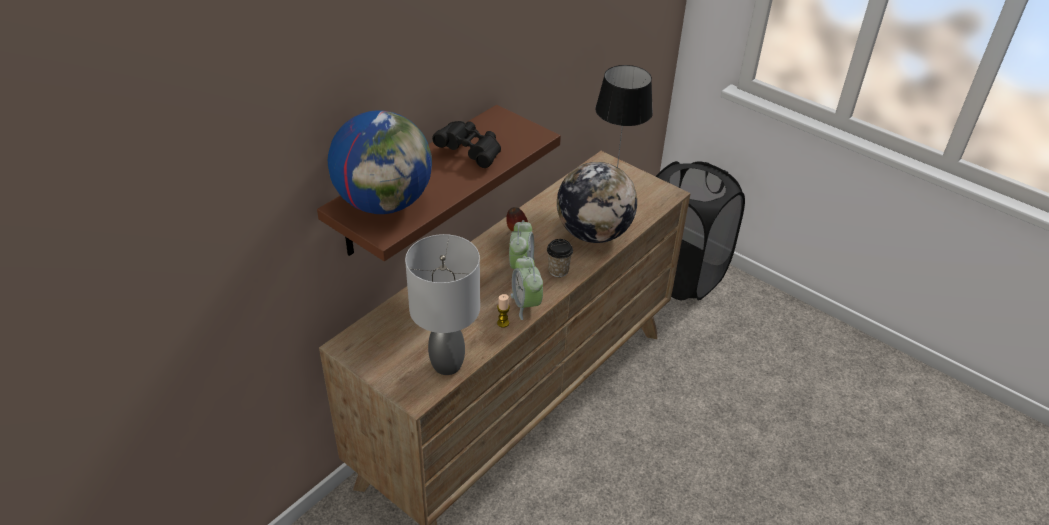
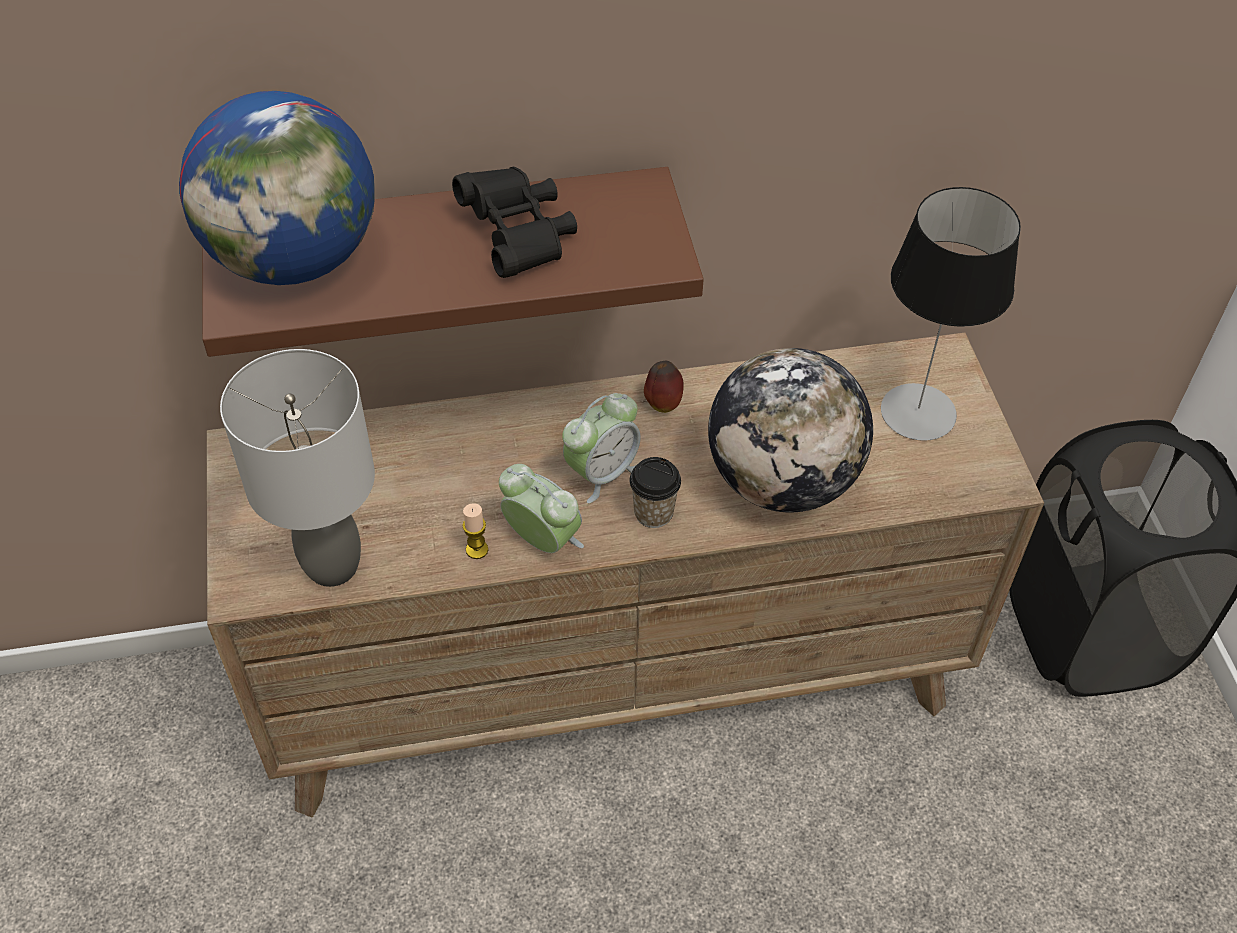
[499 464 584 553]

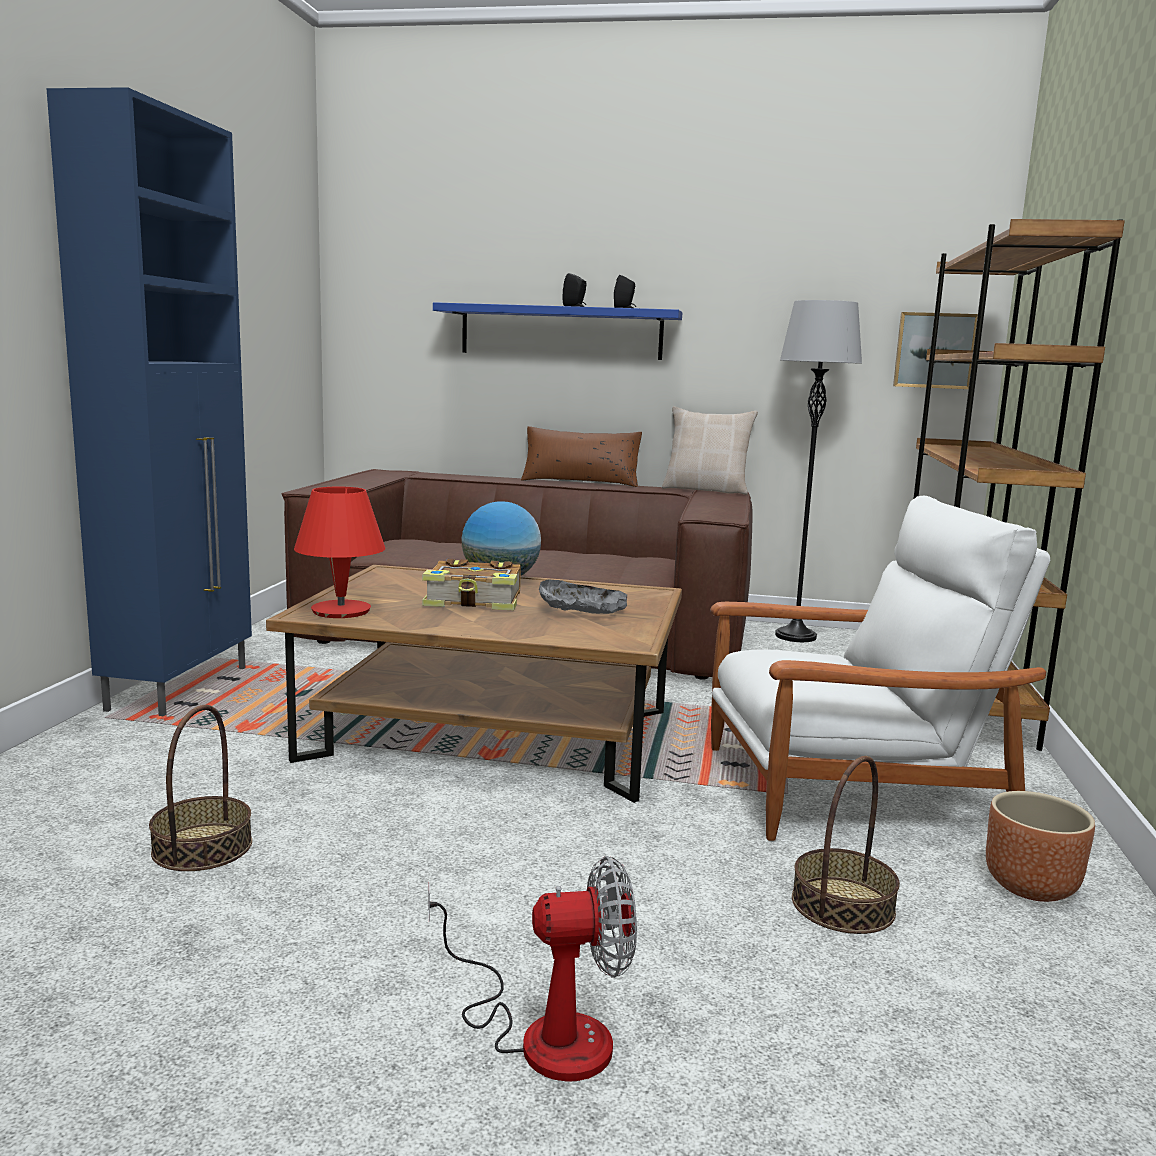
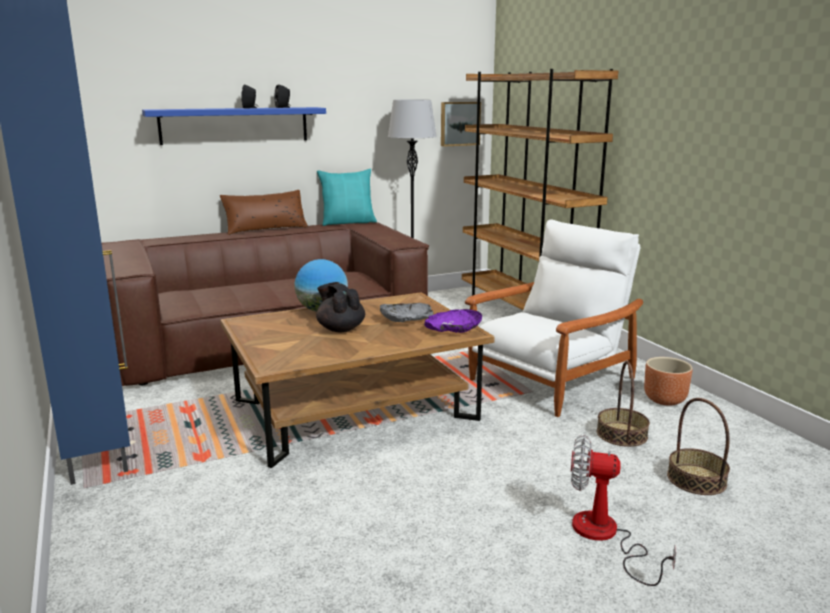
[294 487 385 618] (first image)
[424 309 482 333]
[667 398 730 495]
[316 282 365 332]
[317 169 377 226]
[571 435 676 586]

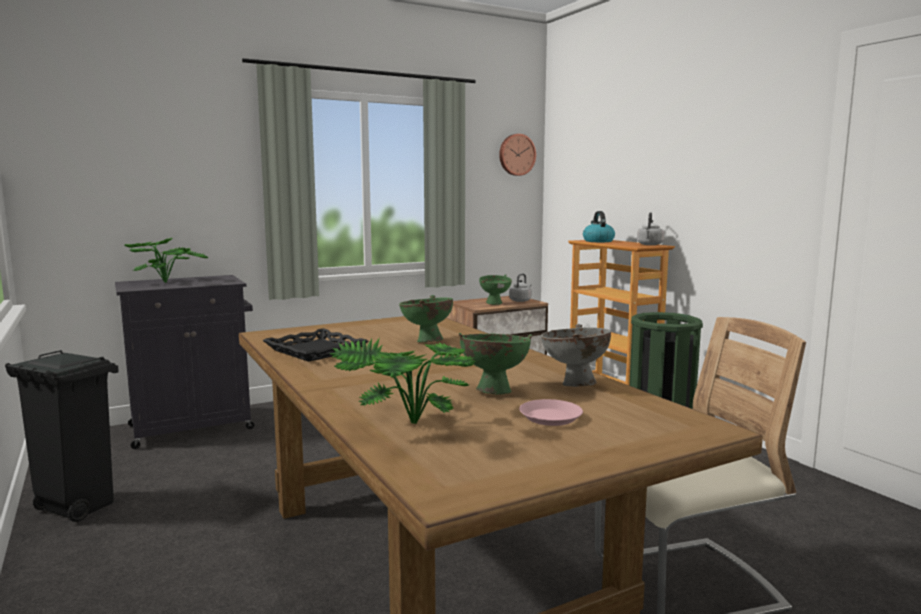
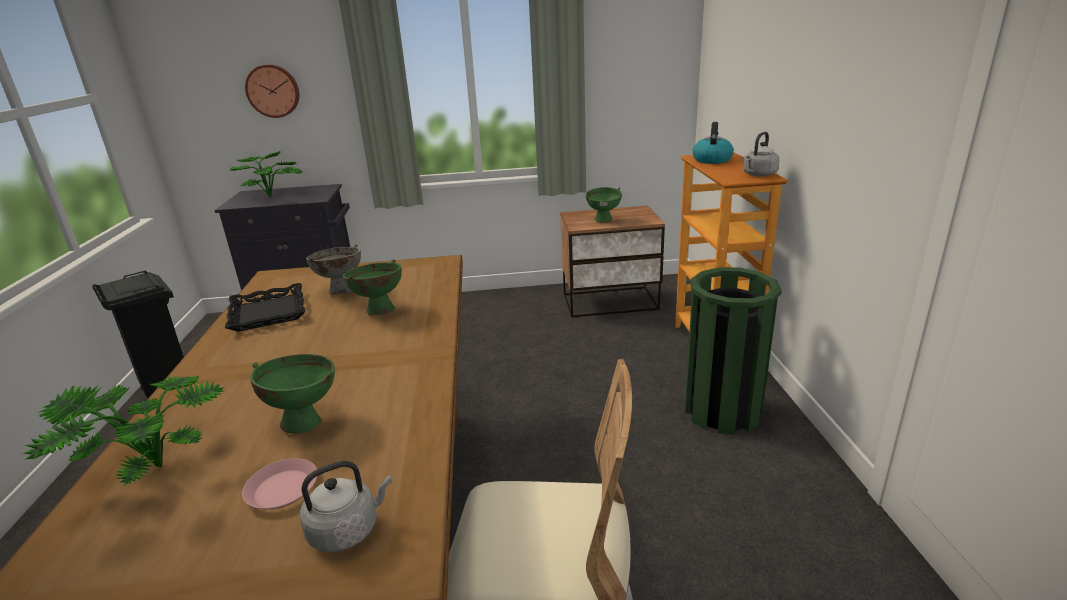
[245 64 299 118]
[300 461 392 552]
[306 244 361 295]

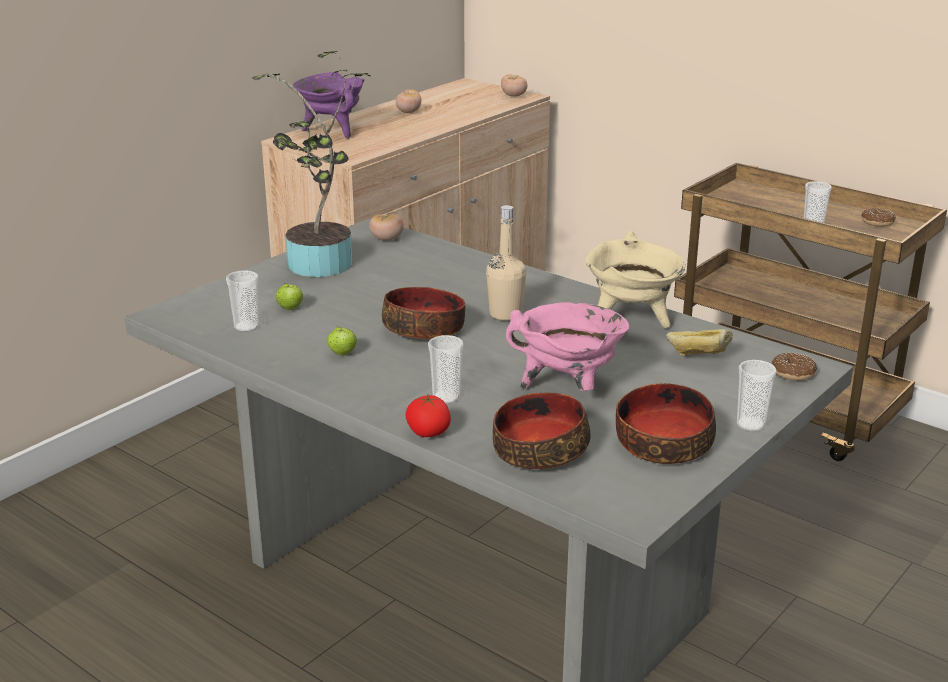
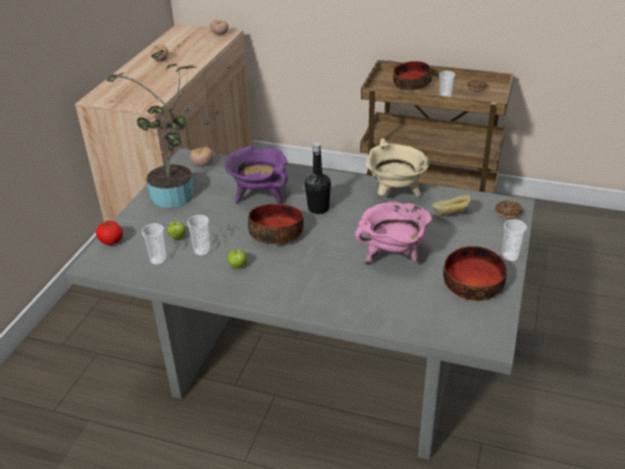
[224 146 288 204]
[96 221 123 245]
[187 215 211 256]
[393 61 432 90]
[305 142 331 214]

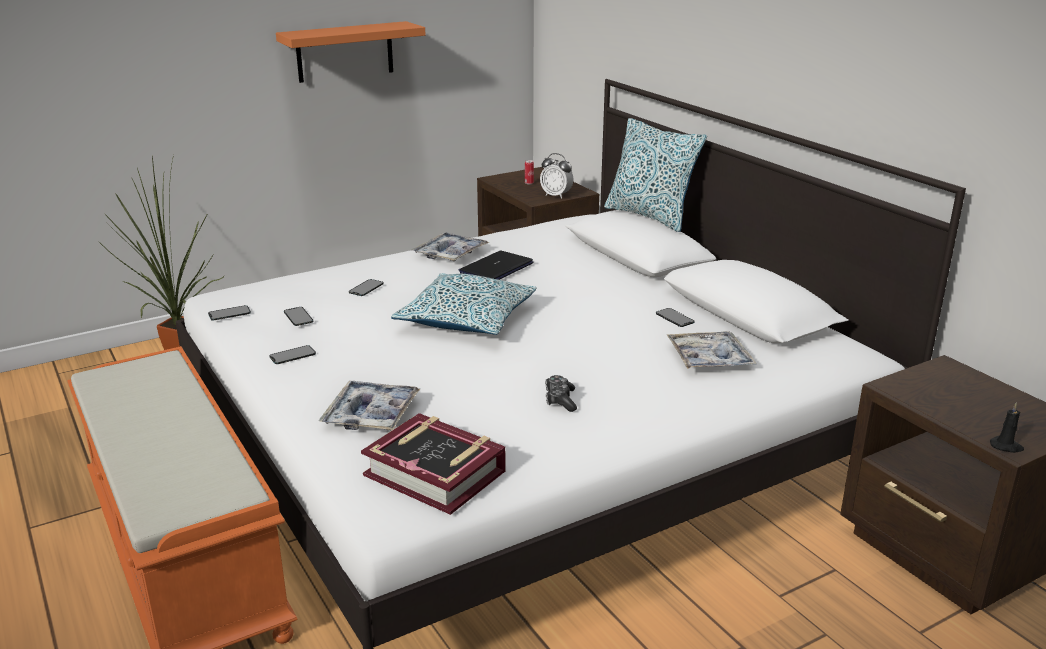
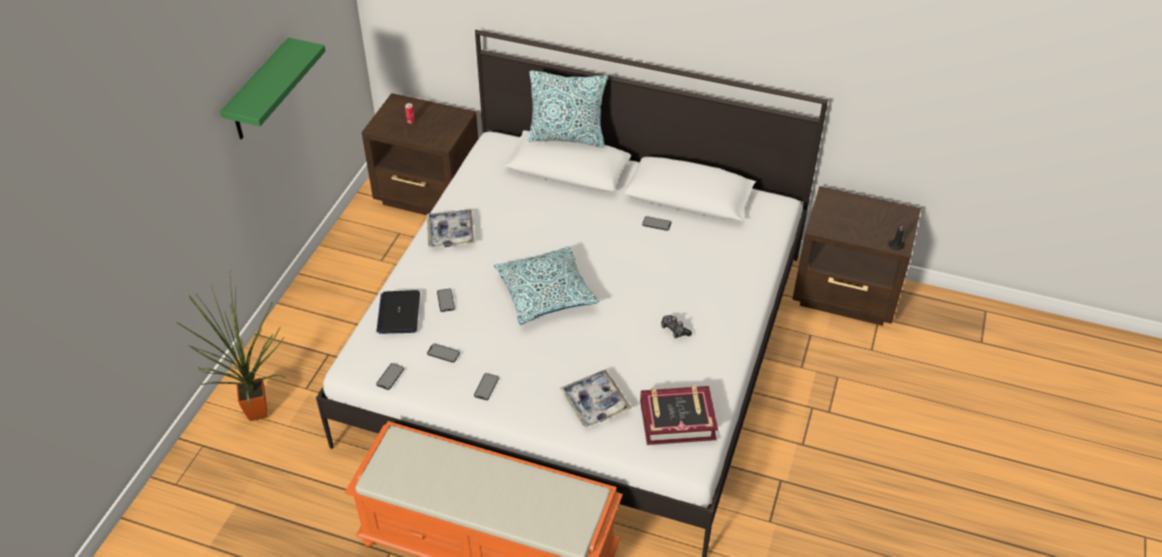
[540 153 574 199] (first image)
[667 331 757 369] (first image)
[376 290 420 334]
[220 38 326 139]

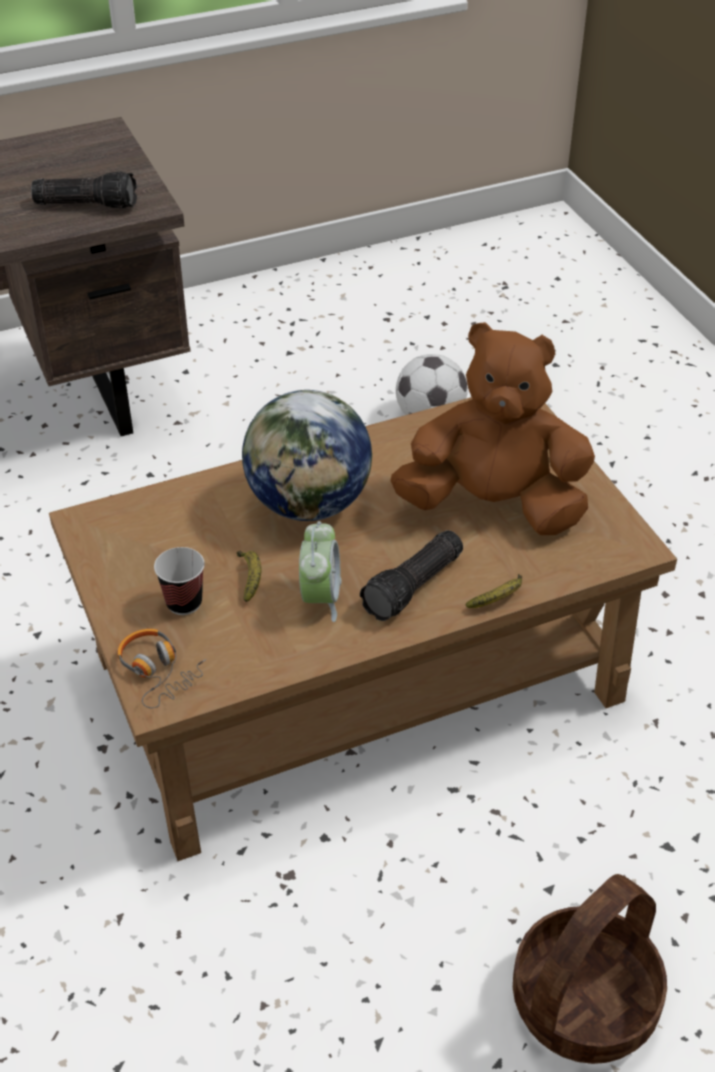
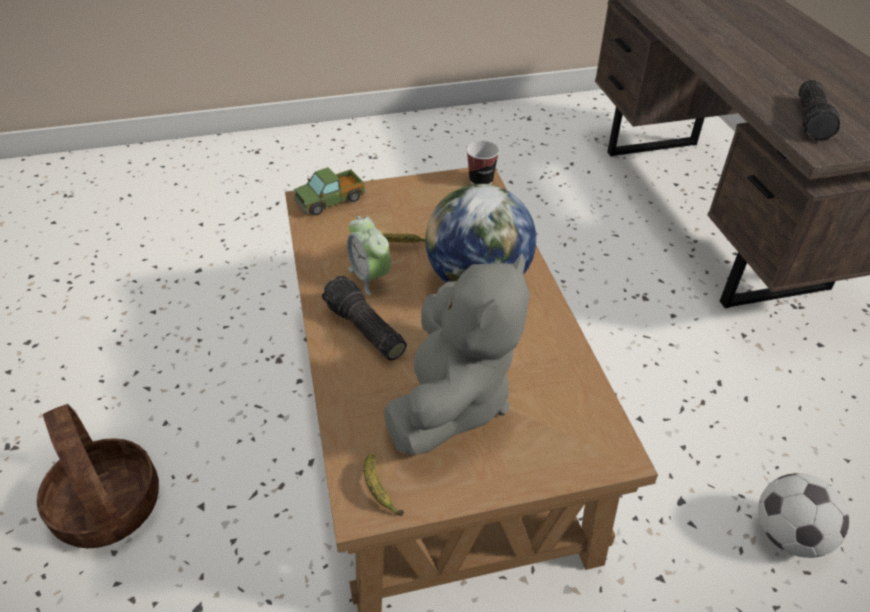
[466 141 500 184]
[363 454 404 516]
[294 167 366 215]
[384 254 529 455]
[347 216 391 296]

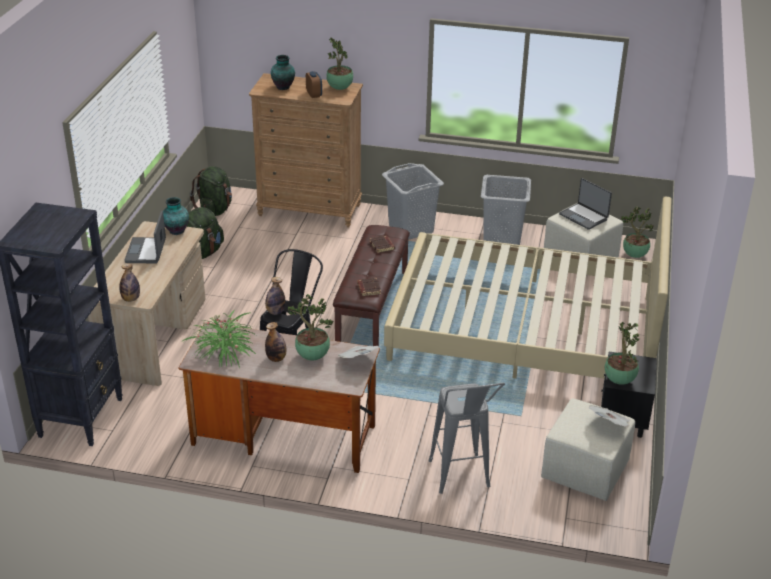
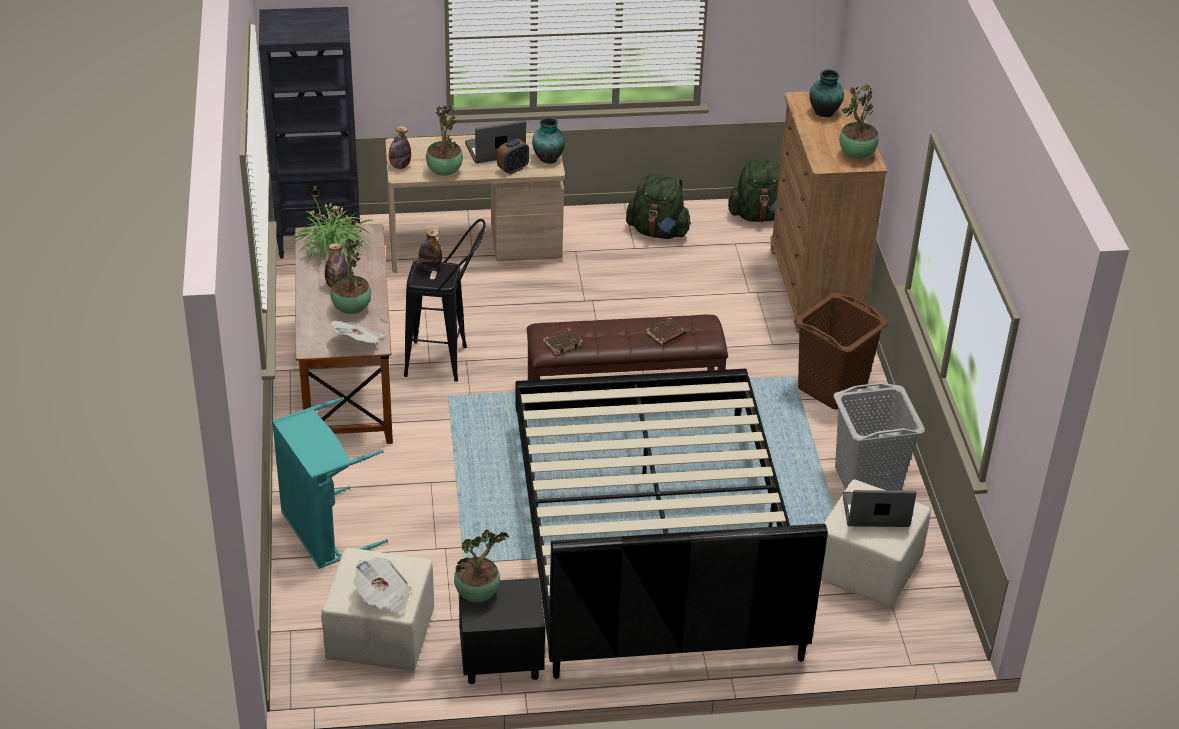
[497 138 529 175]
[426 105 463 176]
[272 397 388 569]
[794 293 889 410]
[515 369 828 679]
[843 490 916 527]

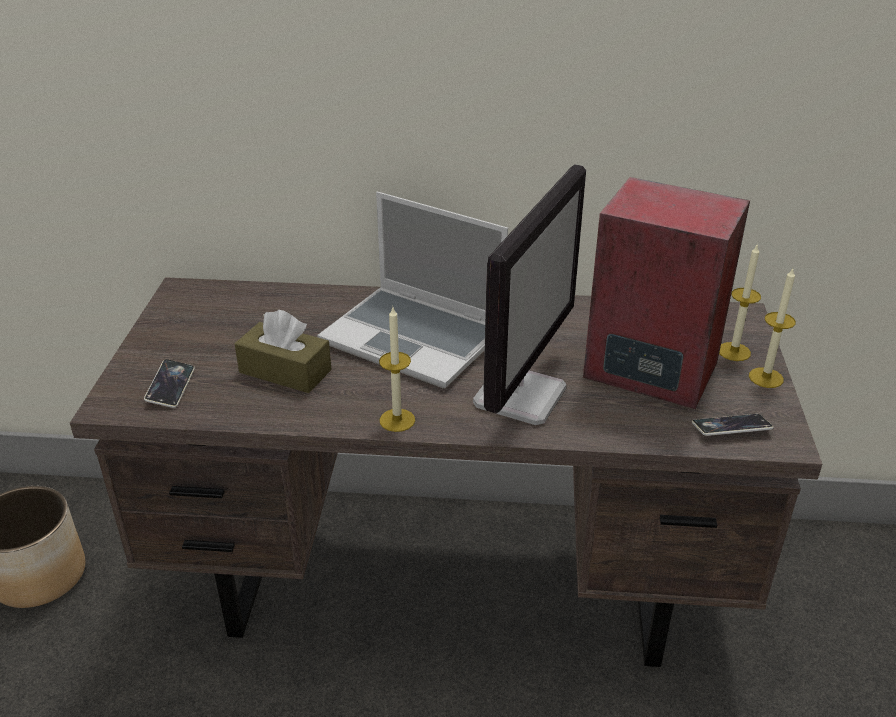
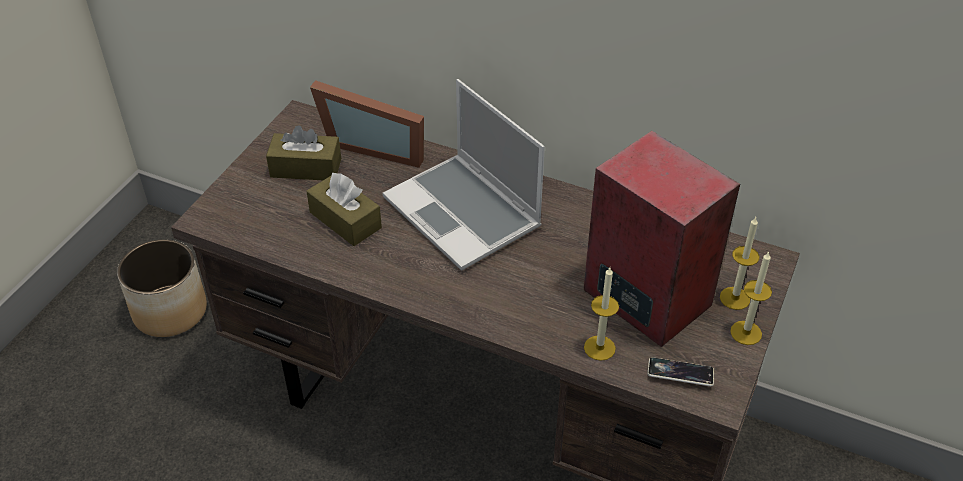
[144 359 195 408] (first image)
[473 164 586 425] (first image)
[266 125 341 180]
[310 80 424 168]
[584 267 619 361]

